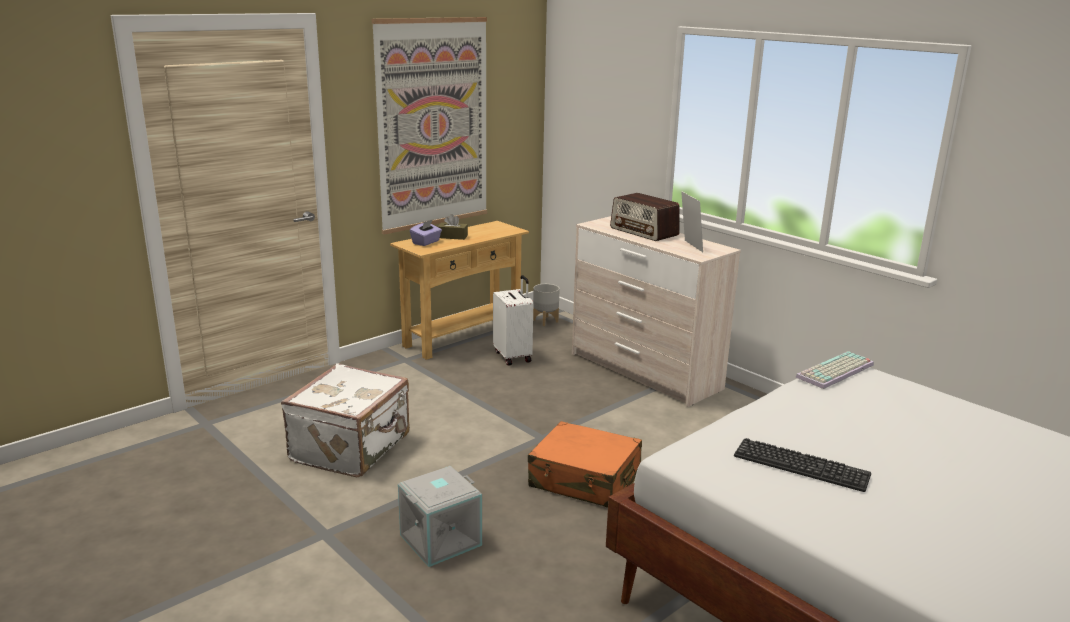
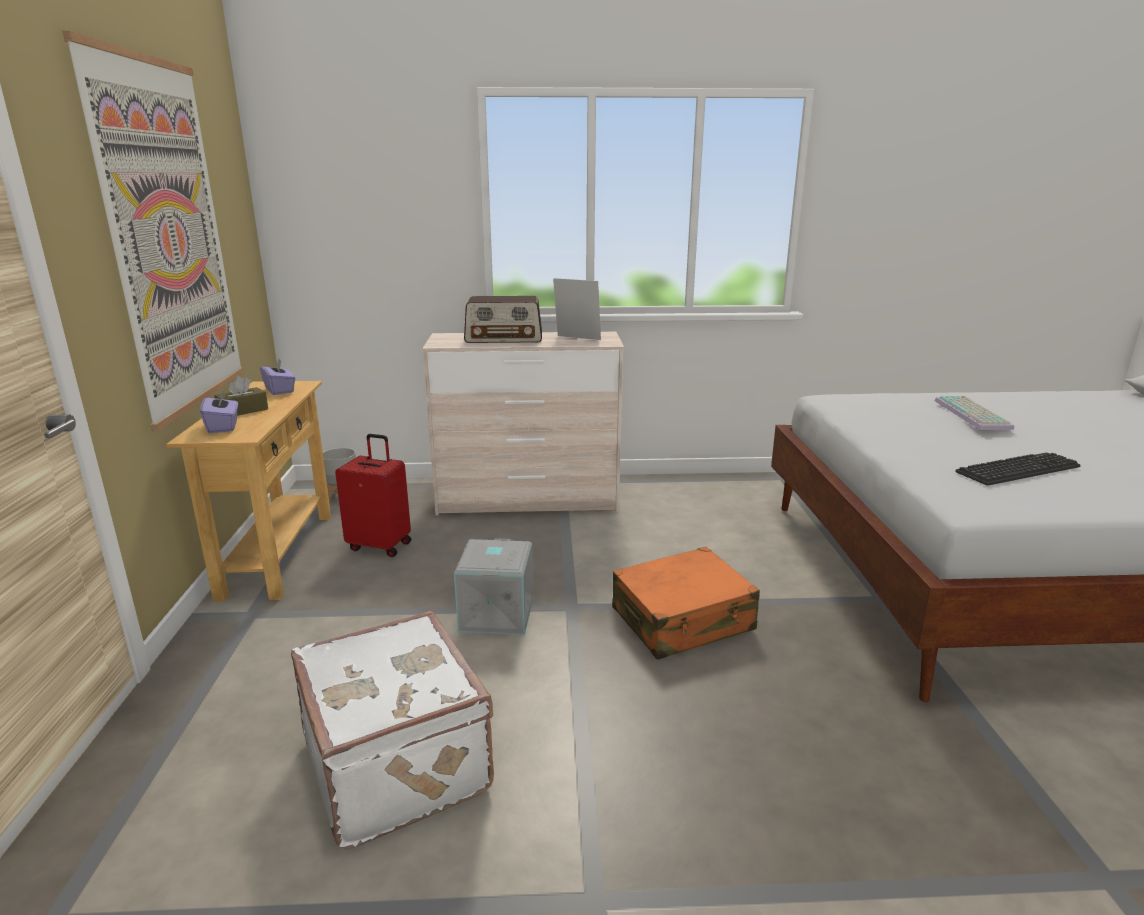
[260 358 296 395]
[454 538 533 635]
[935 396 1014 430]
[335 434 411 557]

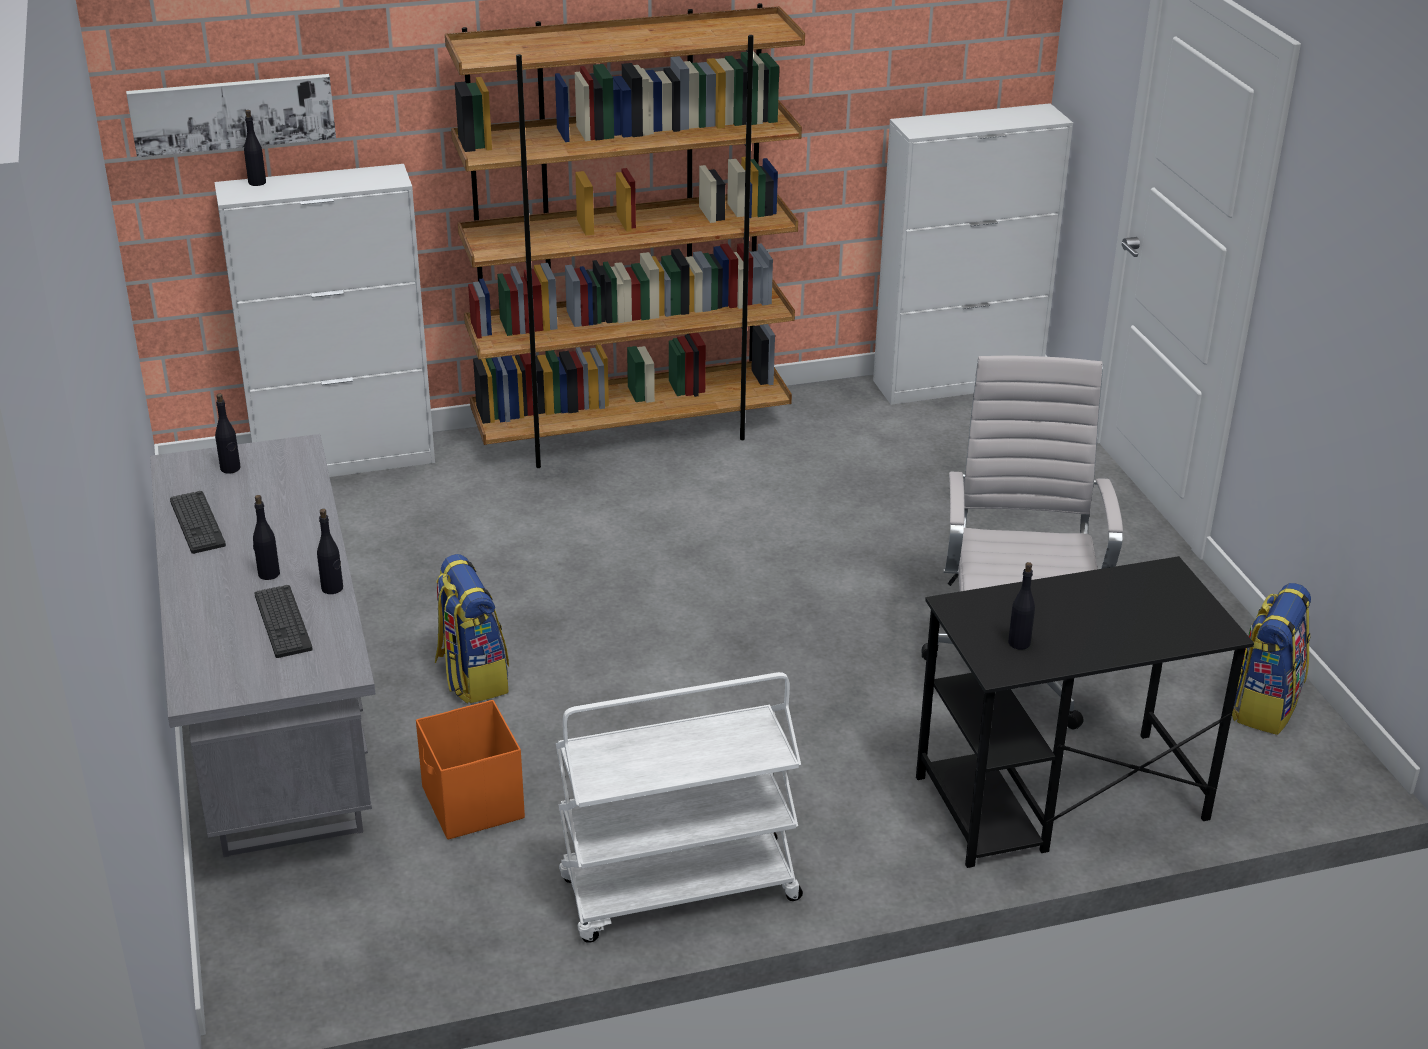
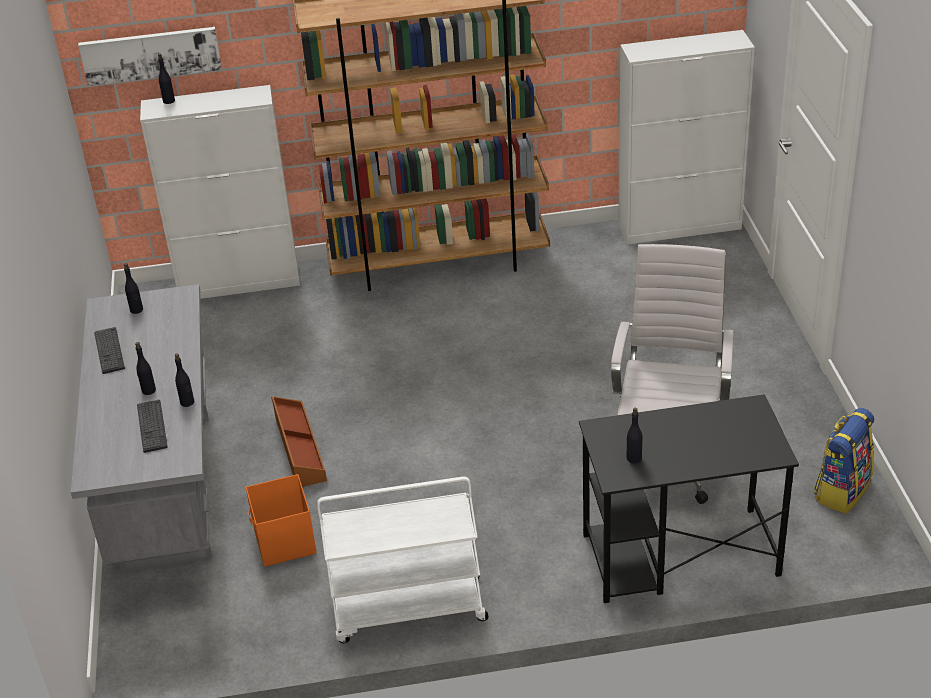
[271 397 327 487]

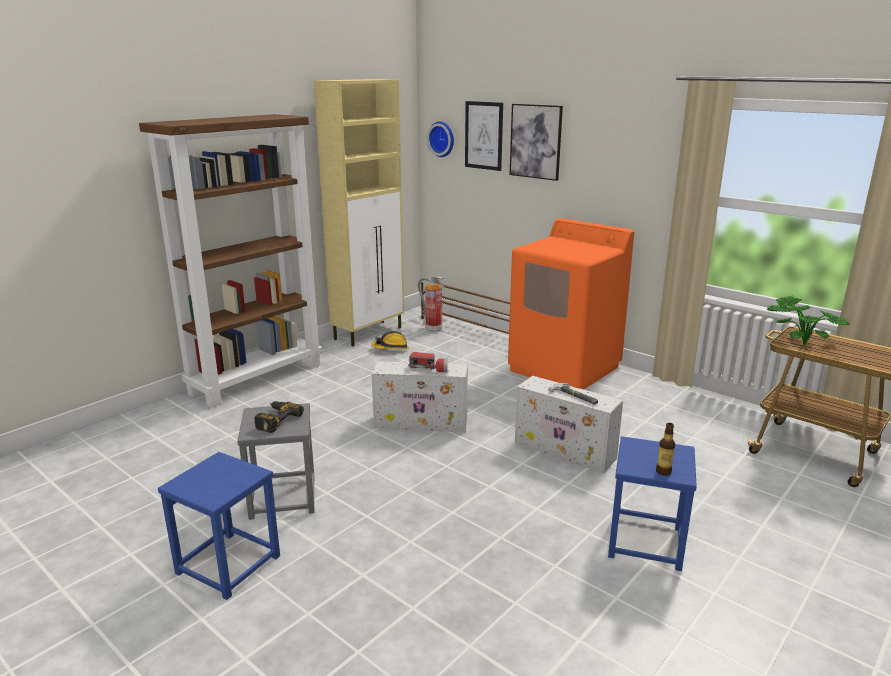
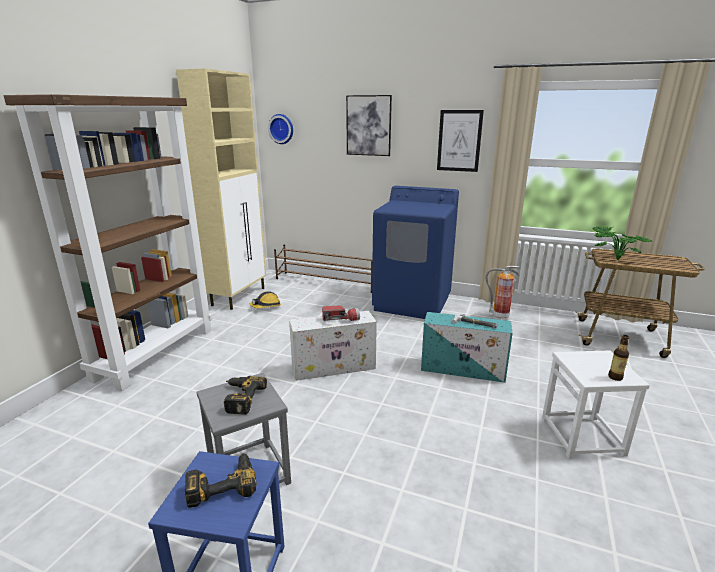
[185 453 257 508]
[485 266 520 319]
[437 110 484 172]
[372 186 459 319]
[421 312 513 382]
[542 351 650 459]

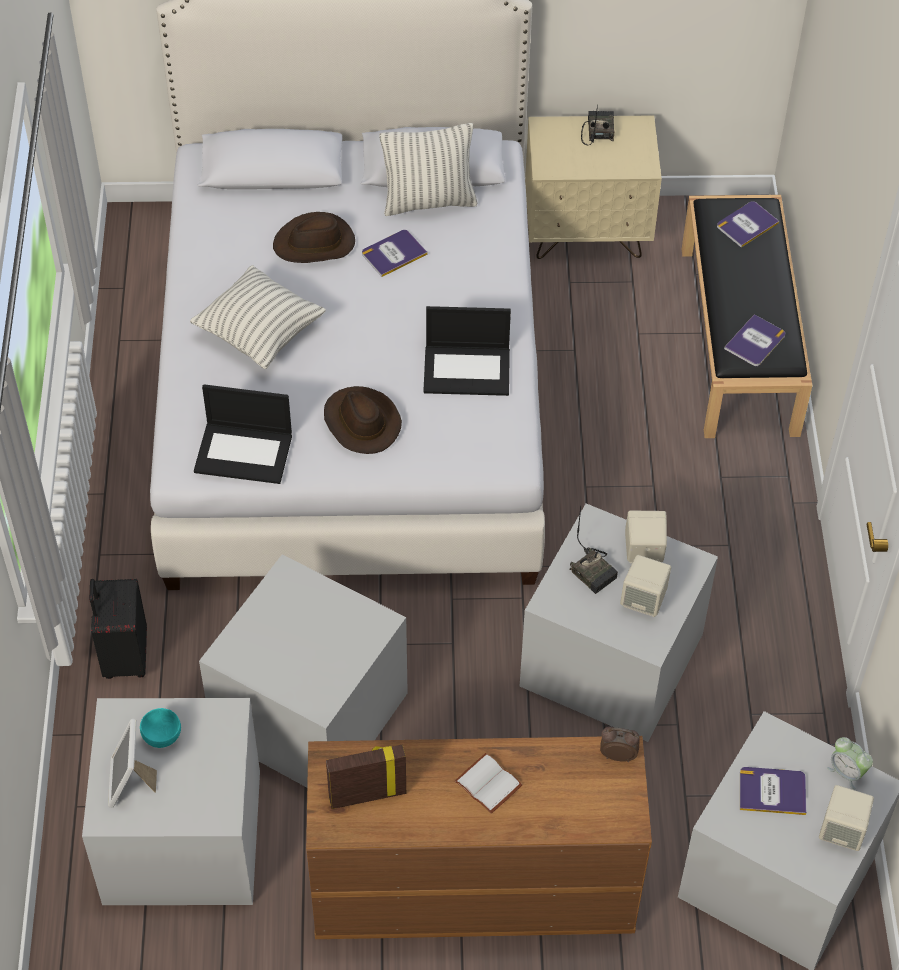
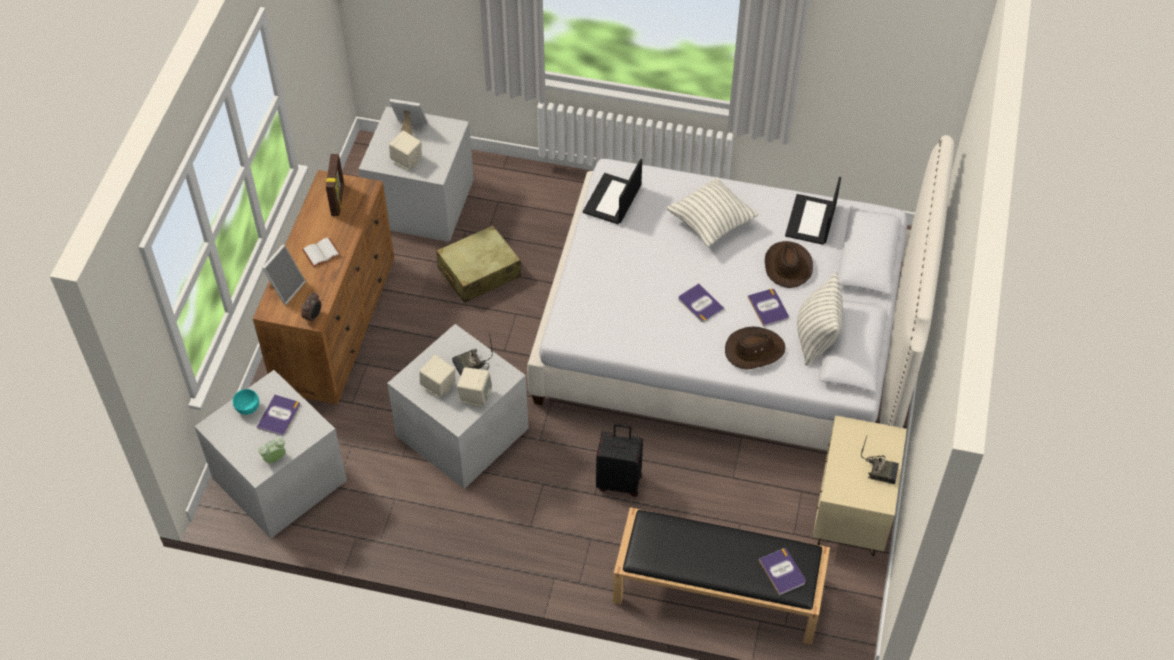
[262 244 306 305]
[596 423 643 497]
[233 389 259 415]
[725 327 785 370]
[785 177 841 245]
[678 283 724 322]
[389 130 422 170]
[436 225 521 303]

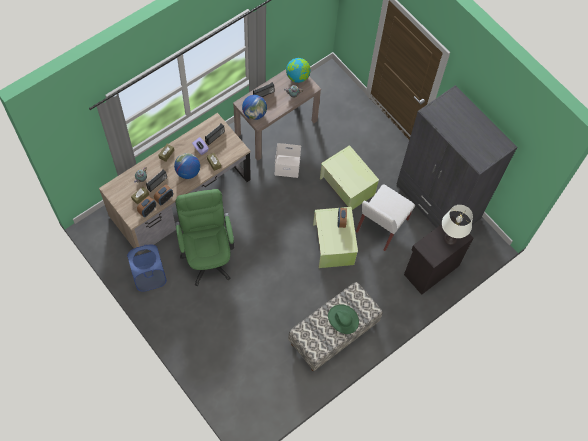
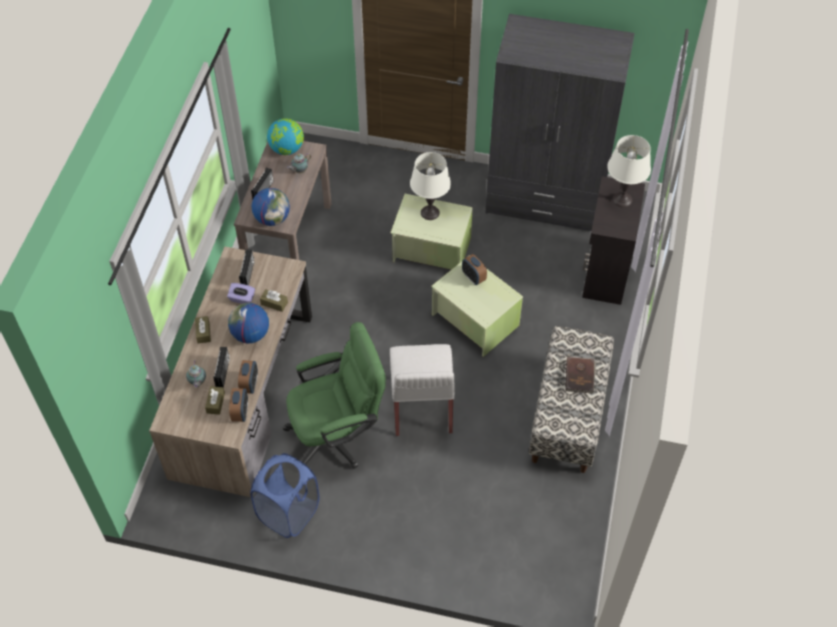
[274 143 301 178] (first image)
[410 152 451 220]
[390 344 455 436]
[565 357 596 394]
[283 322 386 469]

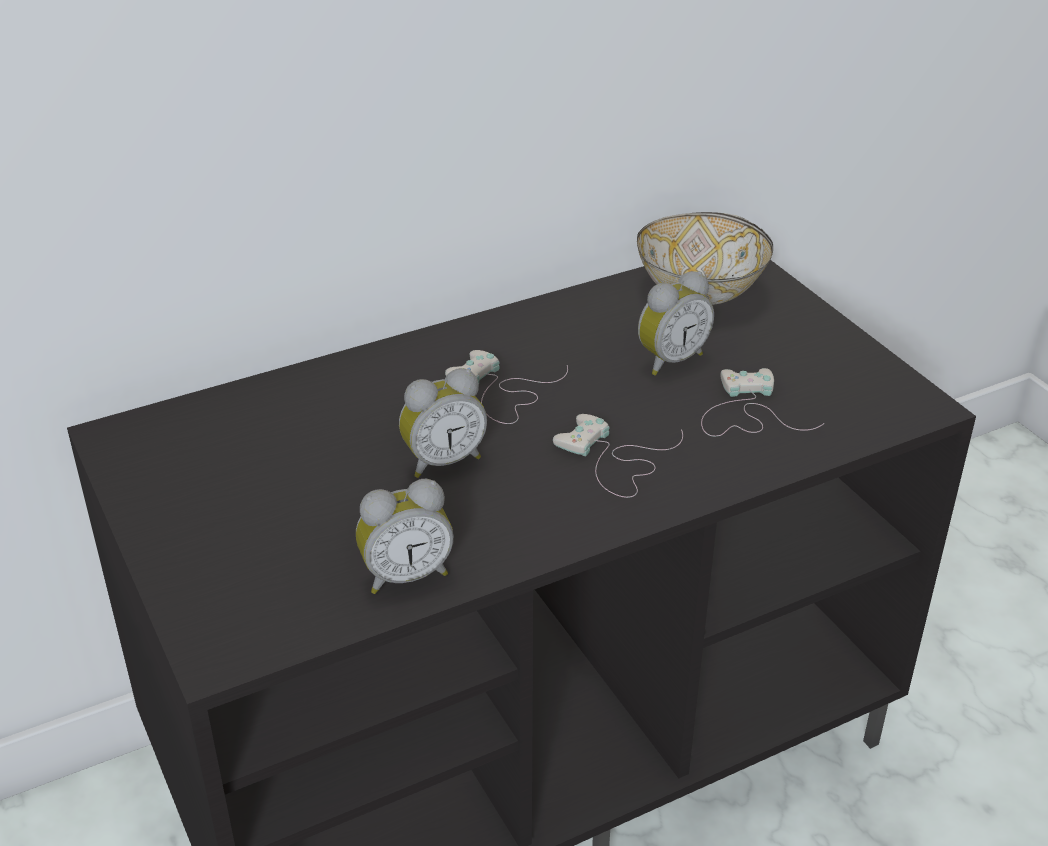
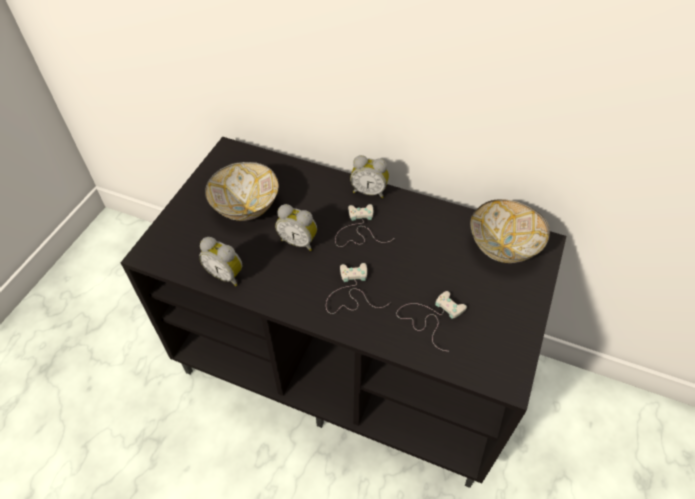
[205 162 279 221]
[350 155 389 198]

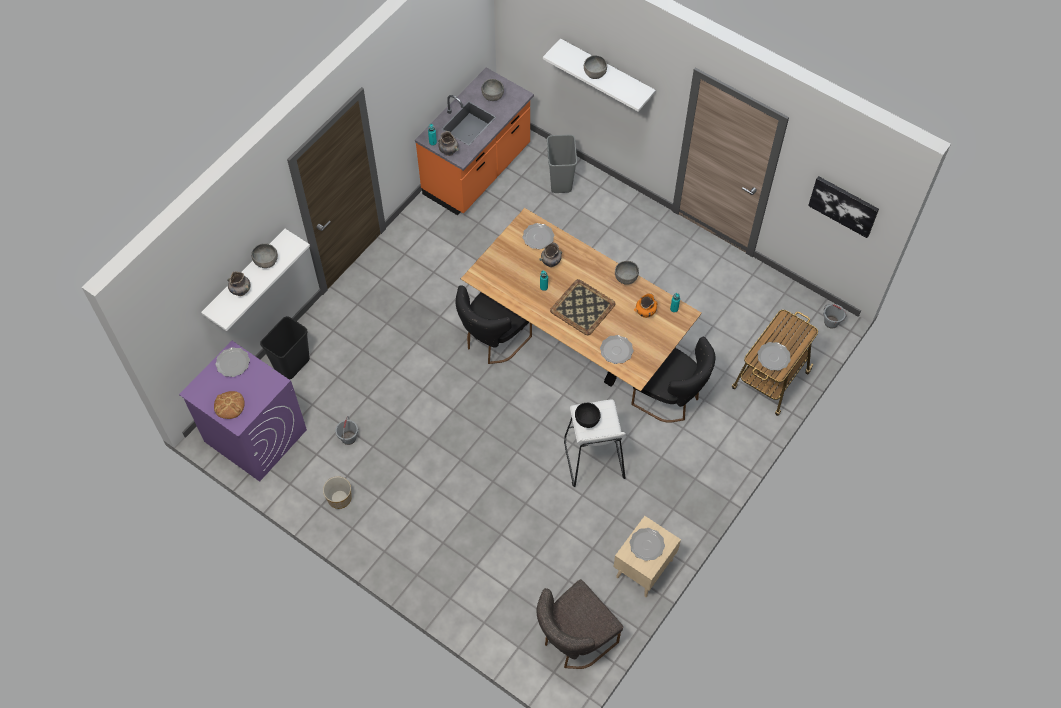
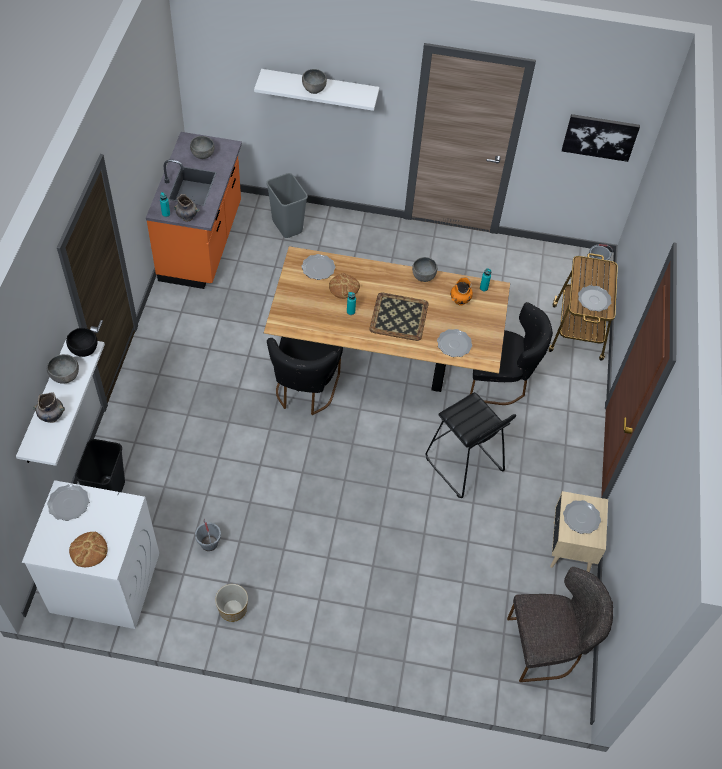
[66 328 97 357]
[329 273 360 299]
[22 480 159 629]
[426 392 516 498]
[507 567 613 682]

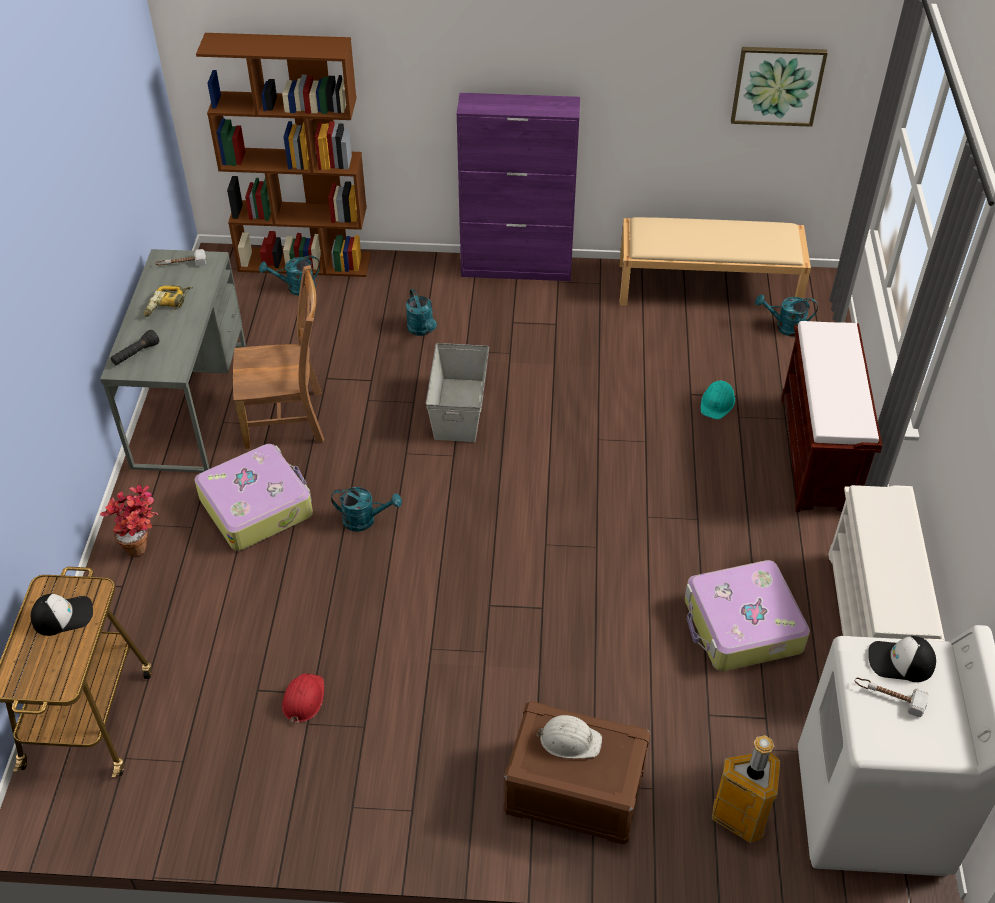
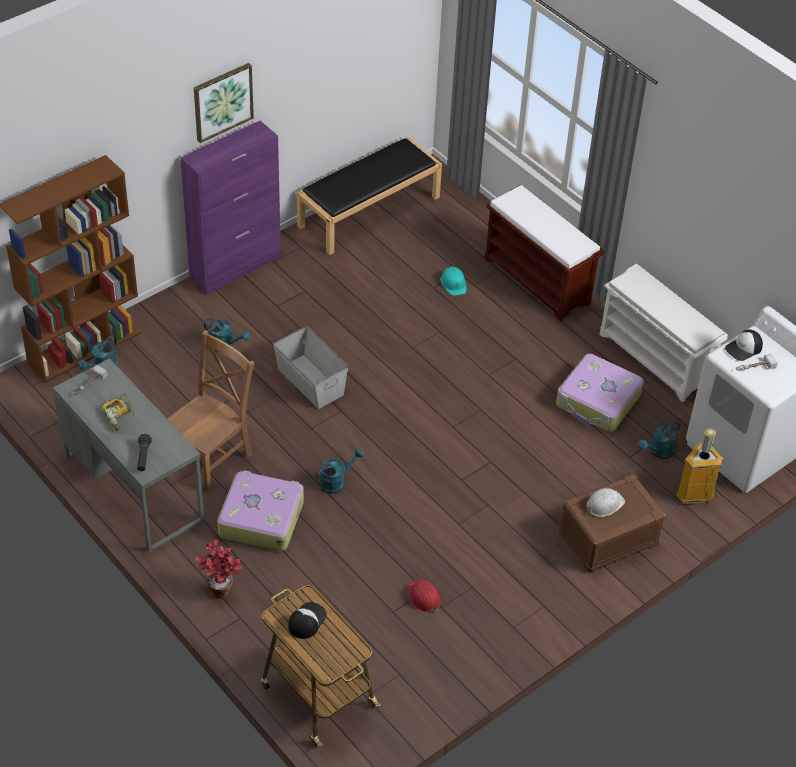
[194 63 254 143]
[638 422 680 459]
[297 137 442 255]

